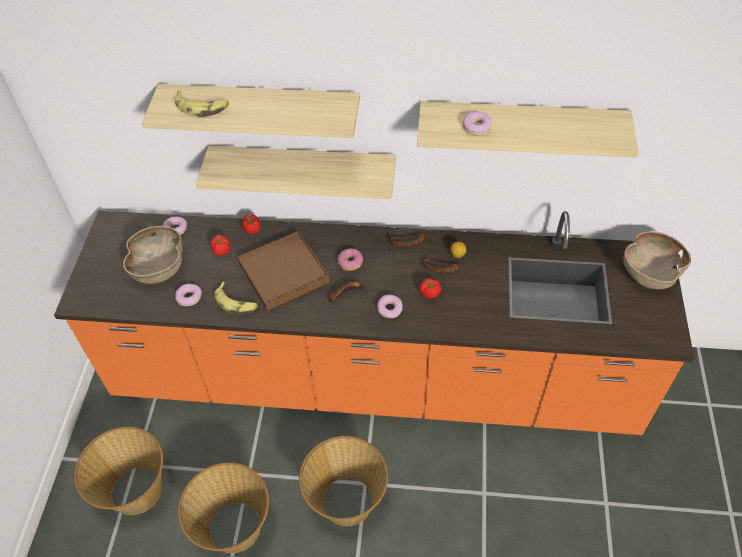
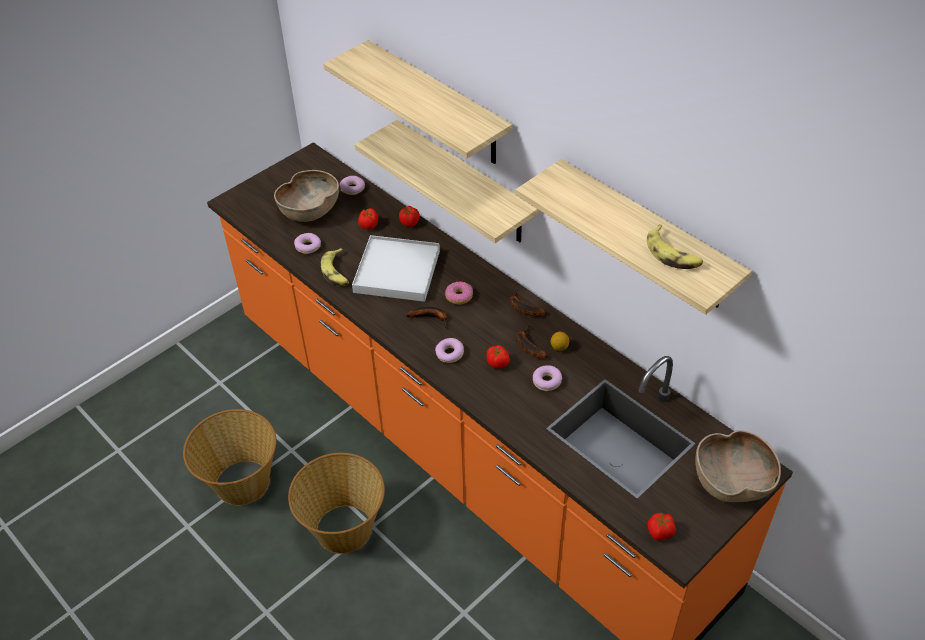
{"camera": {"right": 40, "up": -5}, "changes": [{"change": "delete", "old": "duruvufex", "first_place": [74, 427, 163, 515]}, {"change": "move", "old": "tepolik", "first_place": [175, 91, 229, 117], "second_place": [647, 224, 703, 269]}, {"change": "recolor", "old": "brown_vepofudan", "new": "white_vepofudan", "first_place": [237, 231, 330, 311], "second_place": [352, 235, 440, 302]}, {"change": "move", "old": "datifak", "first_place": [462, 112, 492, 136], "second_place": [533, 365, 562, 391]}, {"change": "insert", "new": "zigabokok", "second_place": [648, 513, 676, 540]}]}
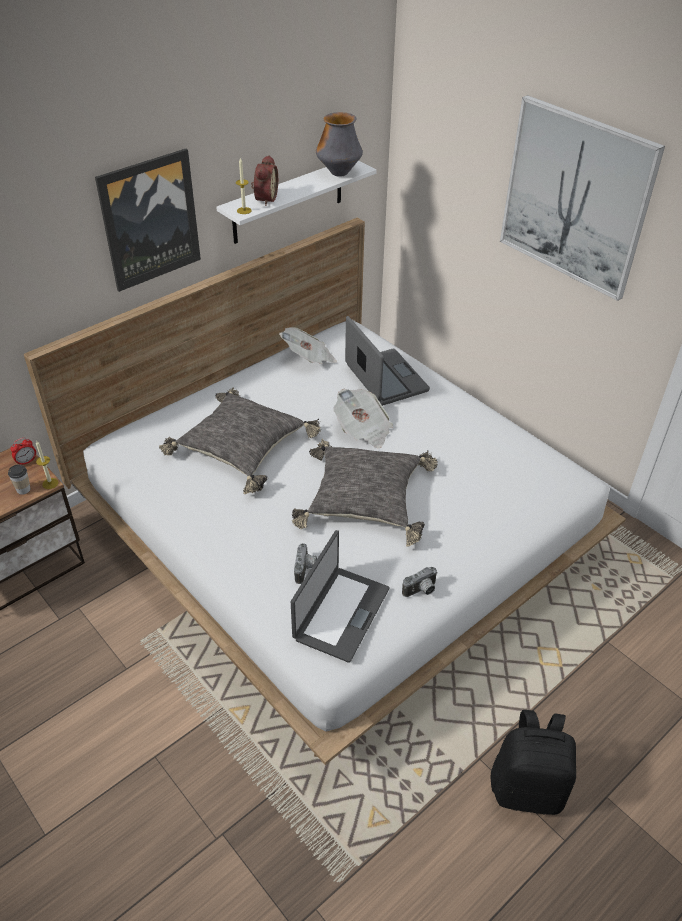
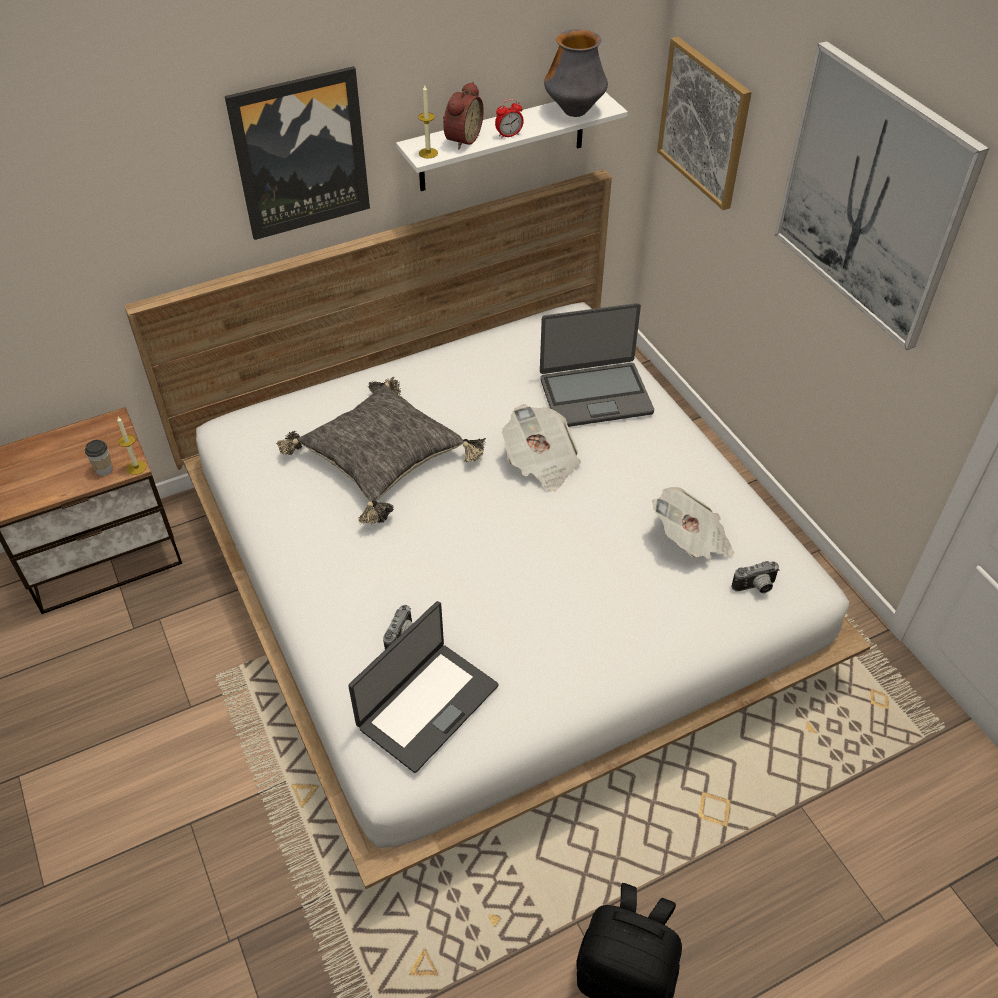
{"camera": {"right": 15, "up": 5}, "changes": [{"change": "move", "old": "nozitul", "first_place": [10, 438, 36, 465], "second_place": [495, 99, 524, 139]}, {"change": "move", "old": "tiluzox", "first_place": [279, 327, 337, 364], "second_place": [652, 487, 734, 559]}, {"change": "delete", "old": "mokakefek", "first_place": [291, 439, 438, 547]}, {"change": "rotate", "old": "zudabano", "first_place": [345, 316, 430, 406], "second_place": [540, 303, 654, 427], "degrees": 90}, {"change": "move", "old": "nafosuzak", "first_place": [402, 567, 438, 597], "second_place": [732, 561, 780, 593]}, {"change": "insert", "new": "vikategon", "second_place": [657, 37, 752, 210]}]}
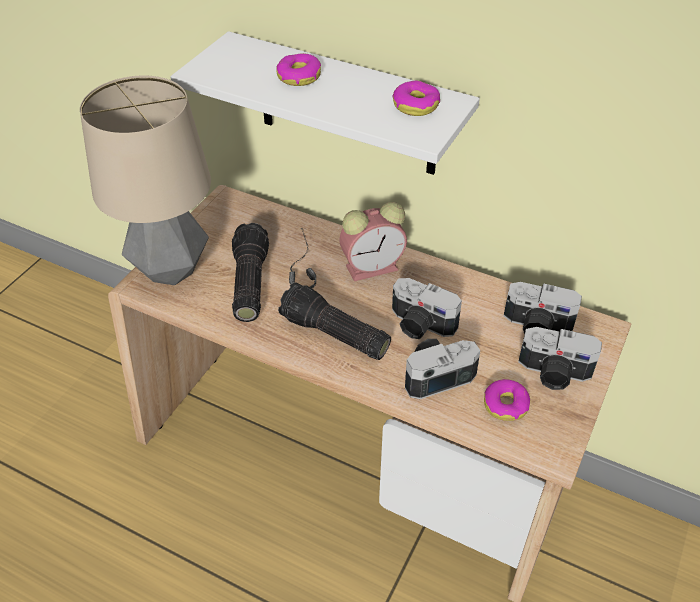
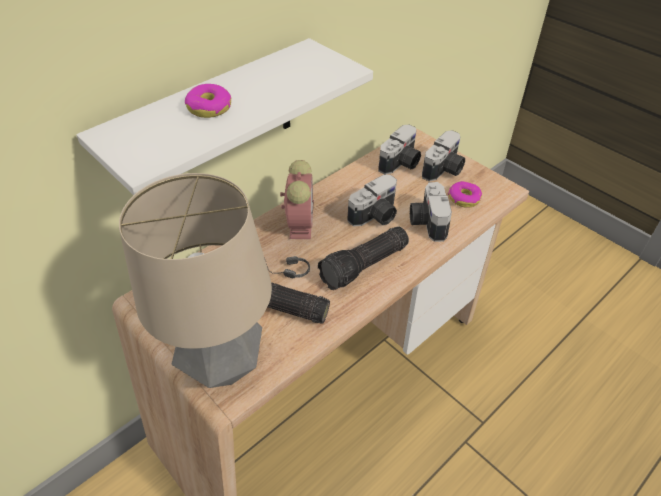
{"camera": {"right": -70, "up": 0}, "changes": [{"change": "delete", "old": "datifak", "first_place": [393, 81, 440, 116]}]}
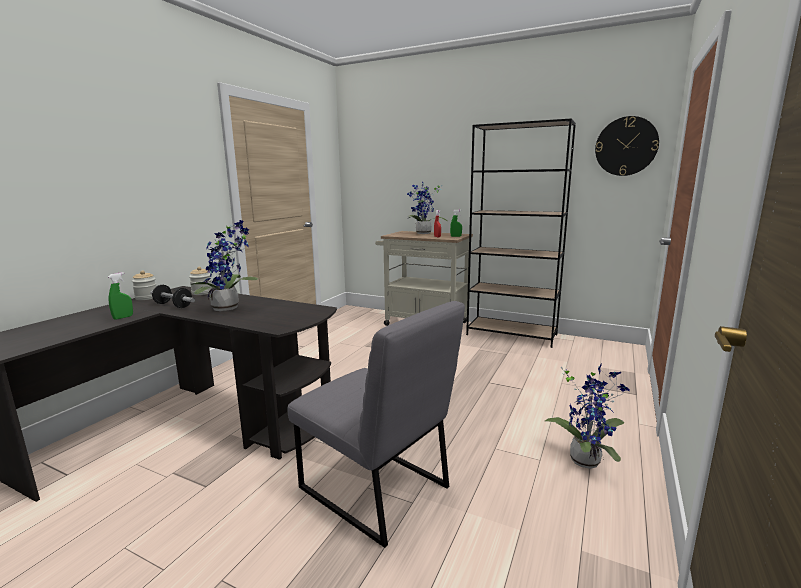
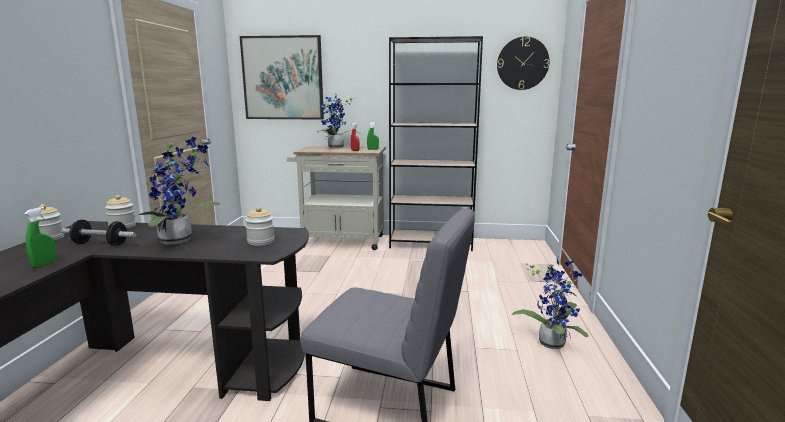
{"camera": {"right": -20, "up": 0}, "changes": [{"change": "insert", "new": "vikategon", "second_place": [240, 35, 324, 120]}, {"change": "insert", "new": "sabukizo", "second_place": [245, 207, 274, 246]}]}
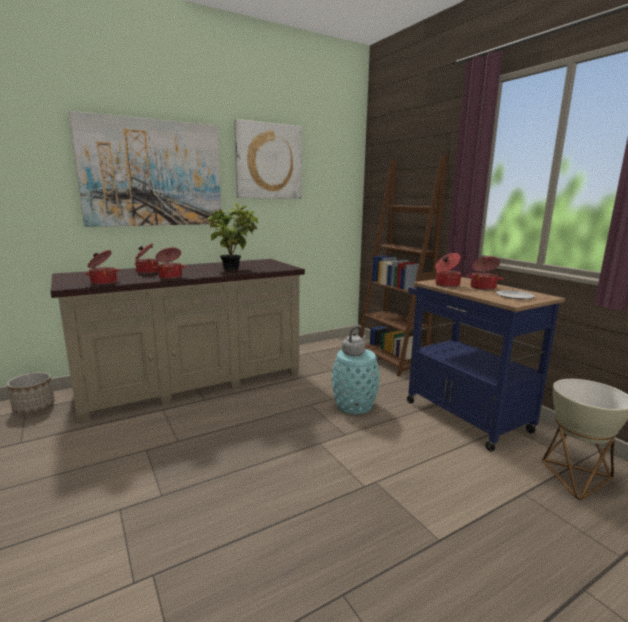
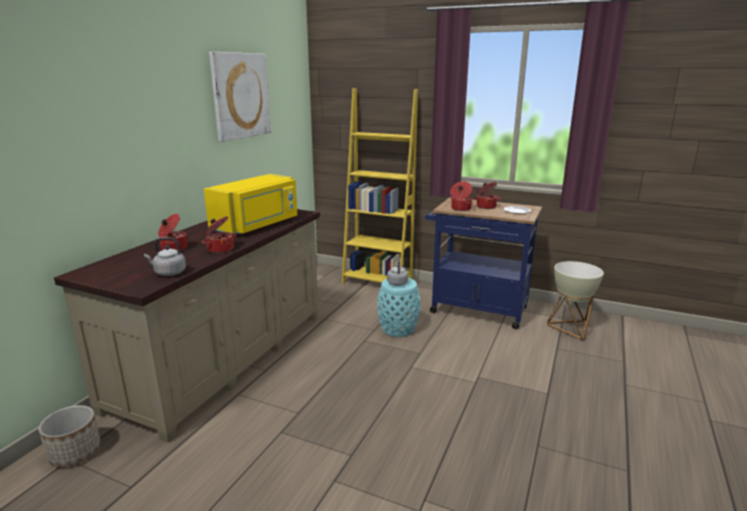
{"camera": {"right": -35, "up": 5}, "changes": [{"change": "delete", "old": "vikategon", "first_place": [69, 111, 221, 227]}, {"change": "replace", "old": "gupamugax", "new": "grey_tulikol", "first_place": [85, 250, 120, 285], "second_place": [144, 237, 186, 276]}, {"change": "replace", "old": "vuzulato", "new": "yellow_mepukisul", "first_place": [207, 203, 258, 270], "second_place": [204, 174, 297, 234]}, {"change": "recolor", "old": "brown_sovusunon", "new": "yellow_sovusunon", "first_place": [360, 155, 448, 376], "second_place": [342, 88, 418, 283]}]}
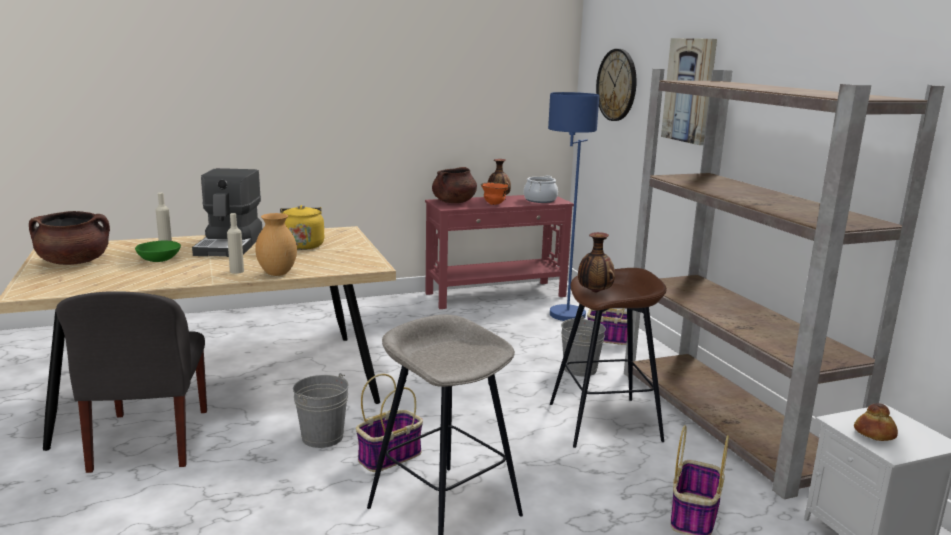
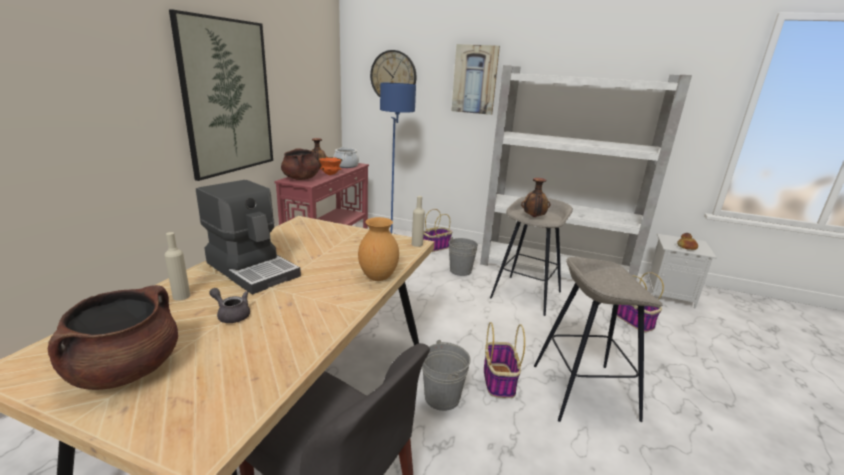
{"camera": {"right": -50, "up": 5}, "changes": [{"change": "replace", "old": "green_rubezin", "new": "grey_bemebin", "first_place": [135, 241, 181, 262], "second_place": [209, 288, 250, 323]}, {"change": "move", "old": "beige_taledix", "first_place": [227, 213, 244, 274], "second_place": [412, 196, 425, 247]}, {"change": "delete", "old": "yellow_tulikol", "first_place": [280, 205, 324, 250]}, {"change": "recolor", "old": "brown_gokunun", "new": "grey_gokunun", "first_place": [550, 268, 667, 448], "second_place": [490, 196, 573, 316]}, {"change": "recolor", "old": "brown_sovusunon", "new": "white_sovusunon", "first_place": [624, 69, 945, 499], "second_place": [480, 65, 692, 280]}, {"change": "insert", "new": "vikategon", "second_place": [169, 10, 273, 181]}]}
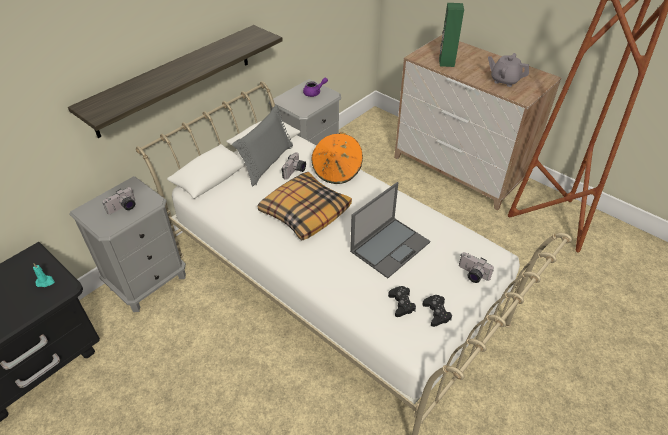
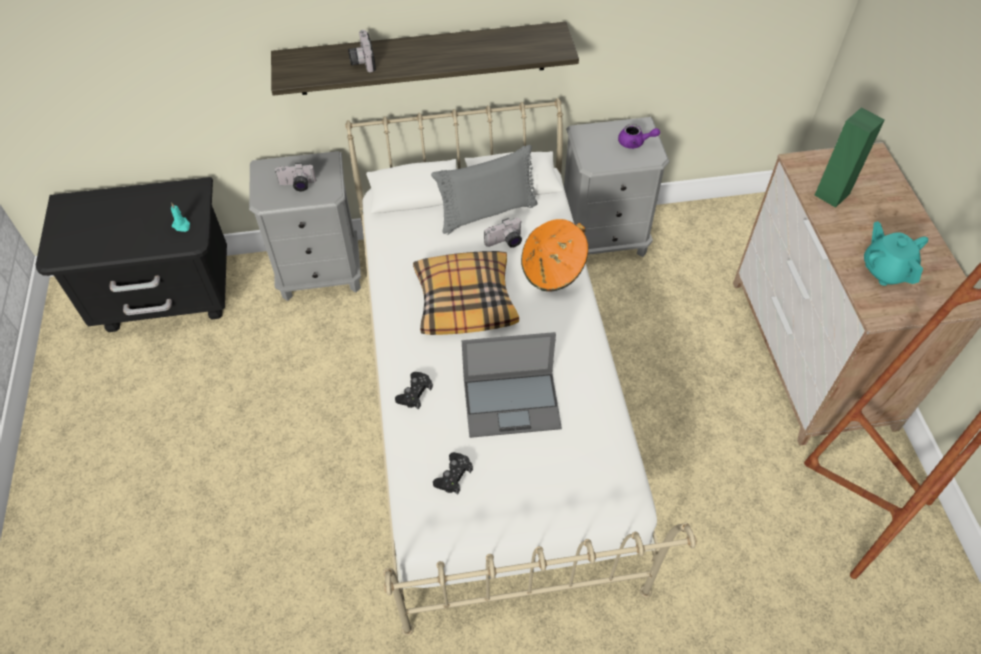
{"camera": {"right": 40, "up": 10}, "changes": [{"change": "move", "old": "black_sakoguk", "first_place": [422, 295, 452, 327], "second_place": [395, 372, 433, 410]}, {"change": "move", "old": "nafosuzak", "first_place": [459, 252, 494, 283], "second_place": [348, 30, 376, 72]}, {"change": "recolor", "old": "grey_bemebin", "new": "turquoise_bemebin", "first_place": [488, 53, 529, 87], "second_place": [864, 221, 928, 286]}]}
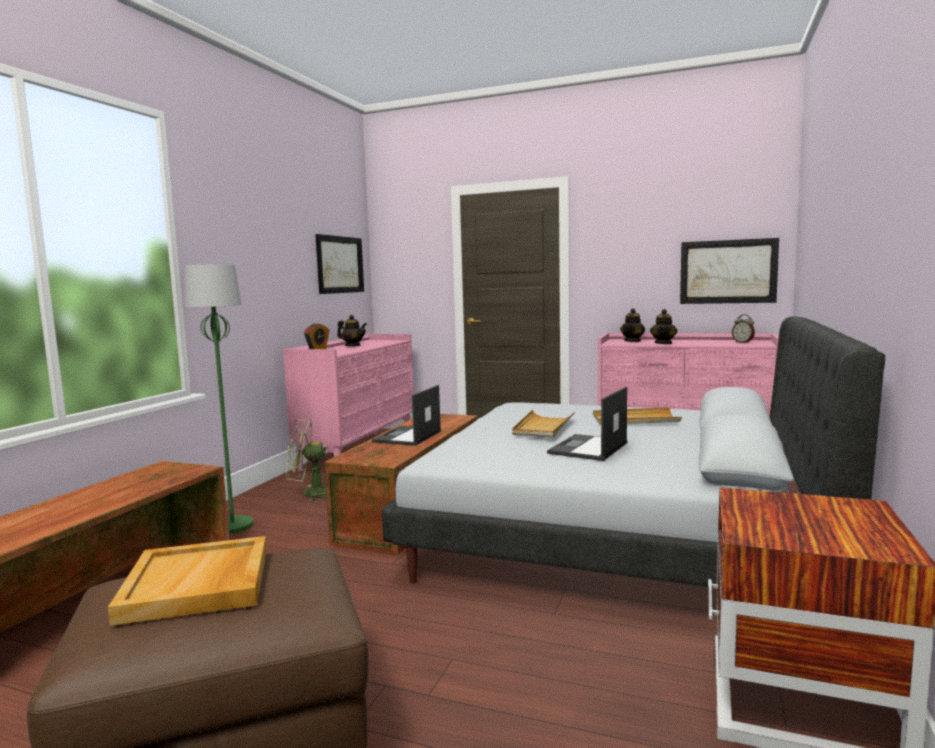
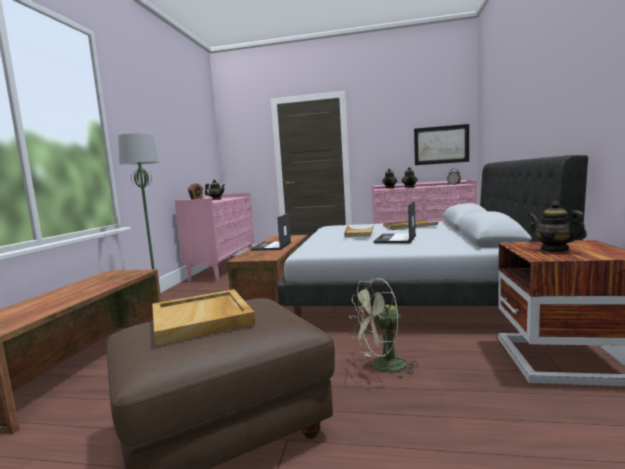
{"camera": {"right": -10, "up": 0}, "changes": [{"change": "move", "old": "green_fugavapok", "first_place": [286, 419, 327, 501], "second_place": [349, 278, 418, 379]}, {"change": "delete", "old": "vikategon", "first_place": [315, 234, 364, 294]}, {"change": "insert", "new": "bemebin", "second_place": [528, 201, 587, 252]}]}
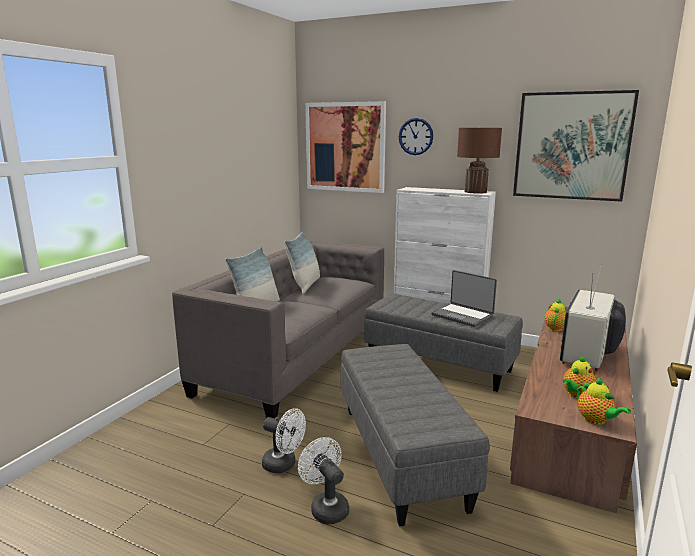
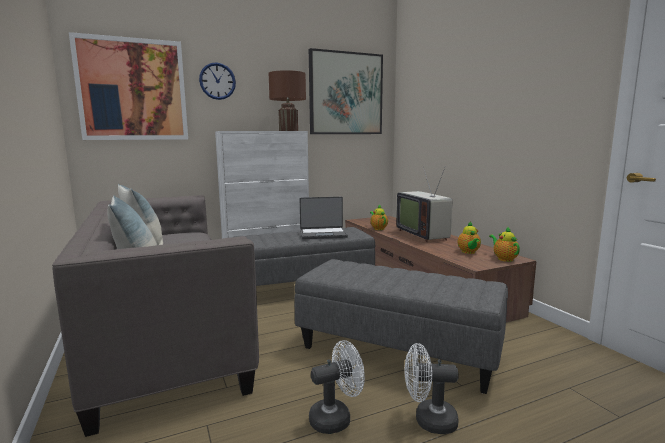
{"camera": {"right": -50, "up": -5}, "changes": [{"change": "rotate", "old": "bemebin", "first_place": [576, 378, 631, 425], "second_place": [489, 227, 520, 262], "degrees": -120}]}
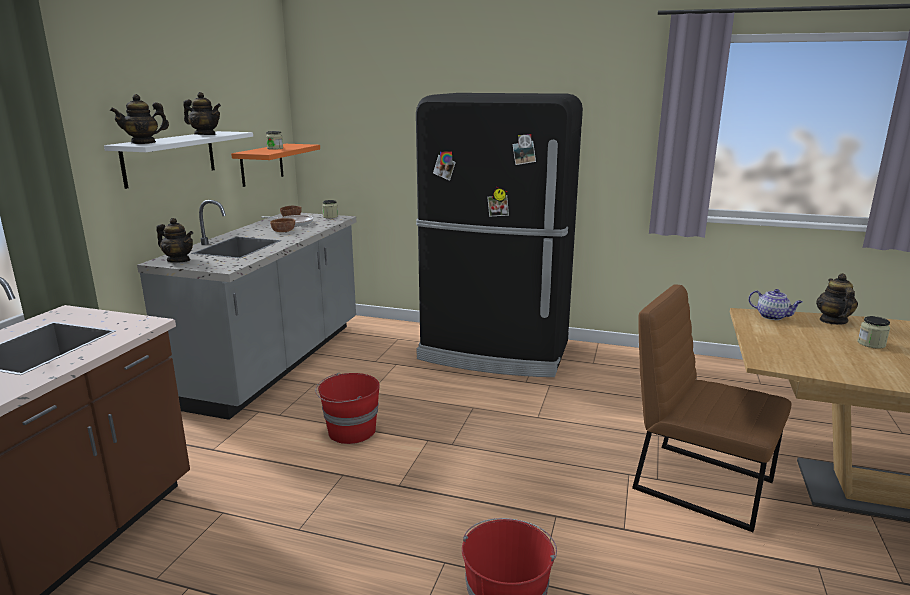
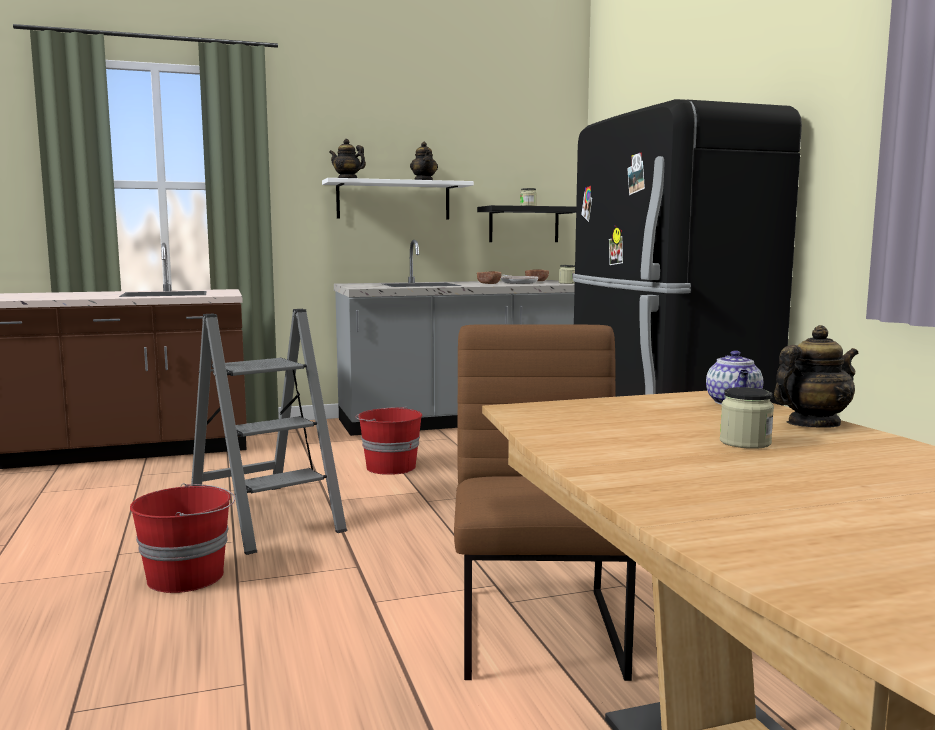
{"camera": {"right": 55, "up": -10}, "changes": [{"change": "delete", "old": "bemebin", "first_place": [156, 218, 193, 263]}, {"change": "recolor", "old": "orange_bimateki", "new": "black_bimateki", "first_place": [231, 144, 320, 187], "second_place": [477, 205, 576, 242]}, {"change": "insert", "new": "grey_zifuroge", "second_place": [191, 309, 348, 555]}]}
